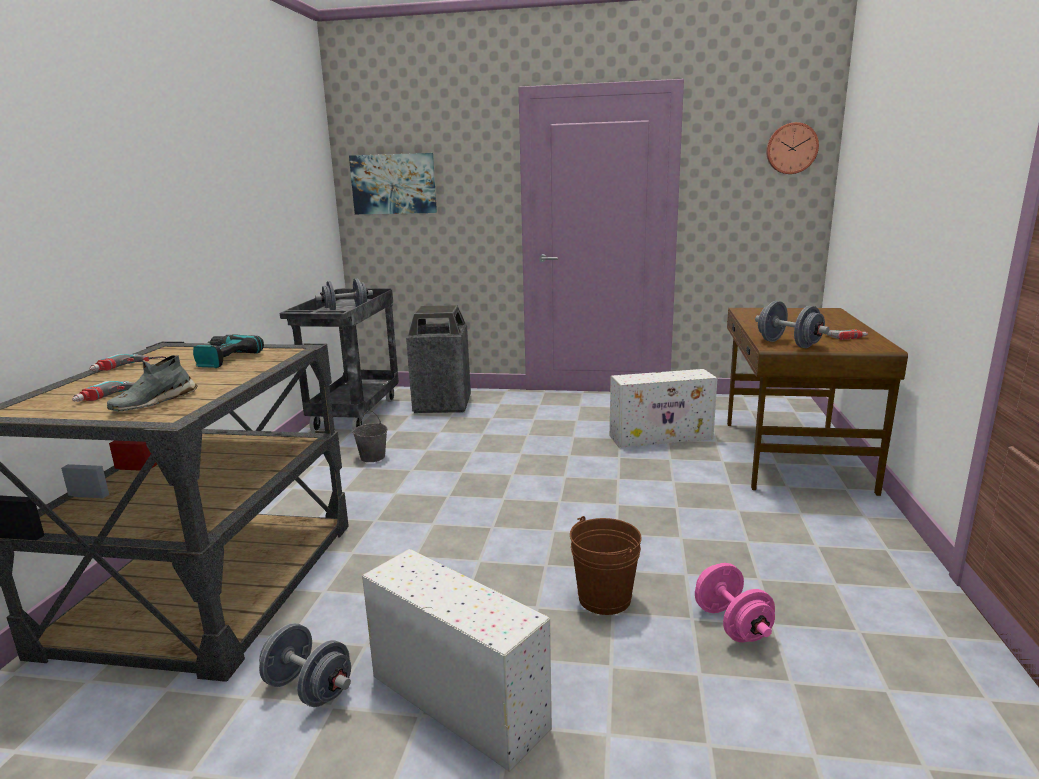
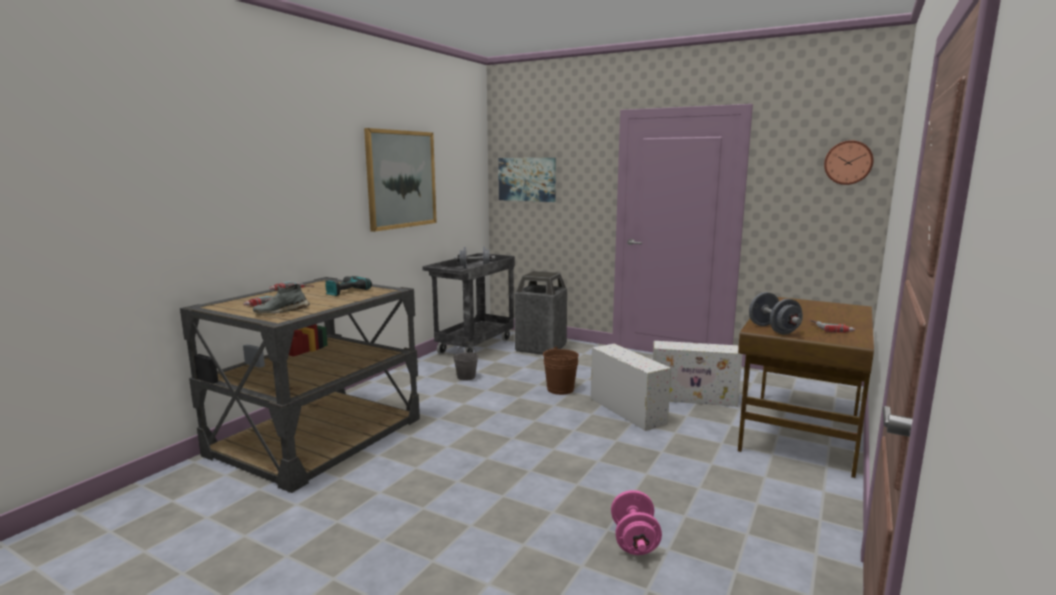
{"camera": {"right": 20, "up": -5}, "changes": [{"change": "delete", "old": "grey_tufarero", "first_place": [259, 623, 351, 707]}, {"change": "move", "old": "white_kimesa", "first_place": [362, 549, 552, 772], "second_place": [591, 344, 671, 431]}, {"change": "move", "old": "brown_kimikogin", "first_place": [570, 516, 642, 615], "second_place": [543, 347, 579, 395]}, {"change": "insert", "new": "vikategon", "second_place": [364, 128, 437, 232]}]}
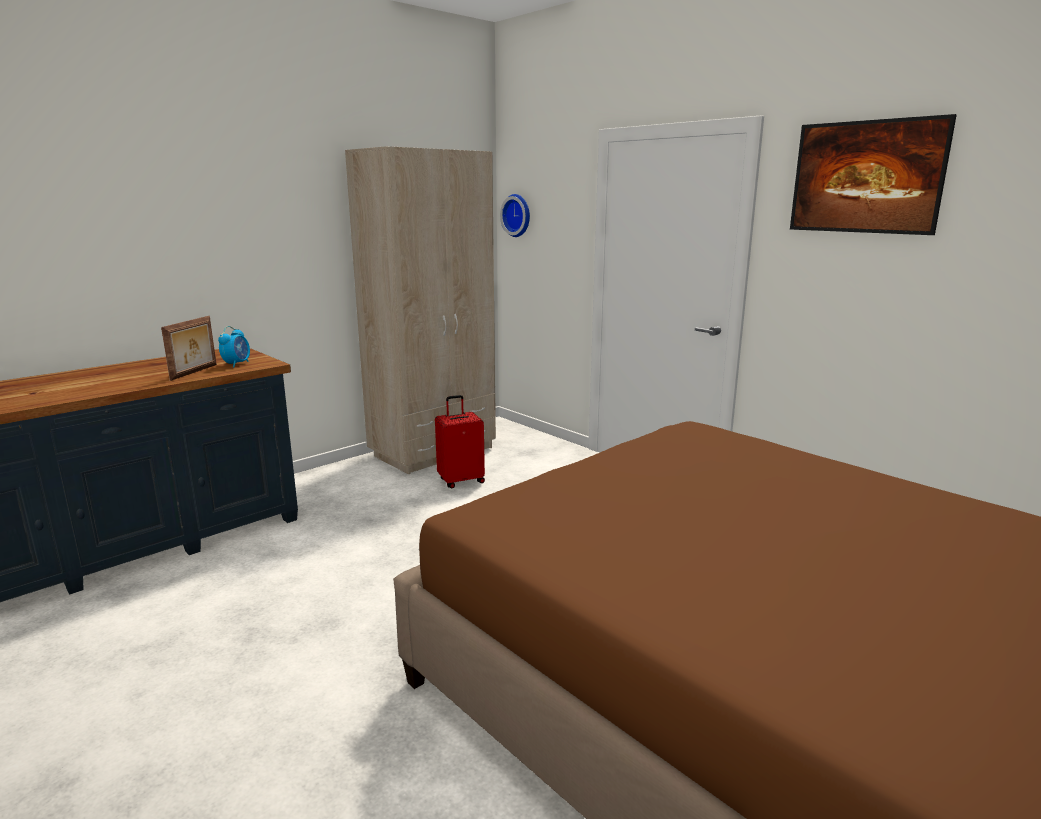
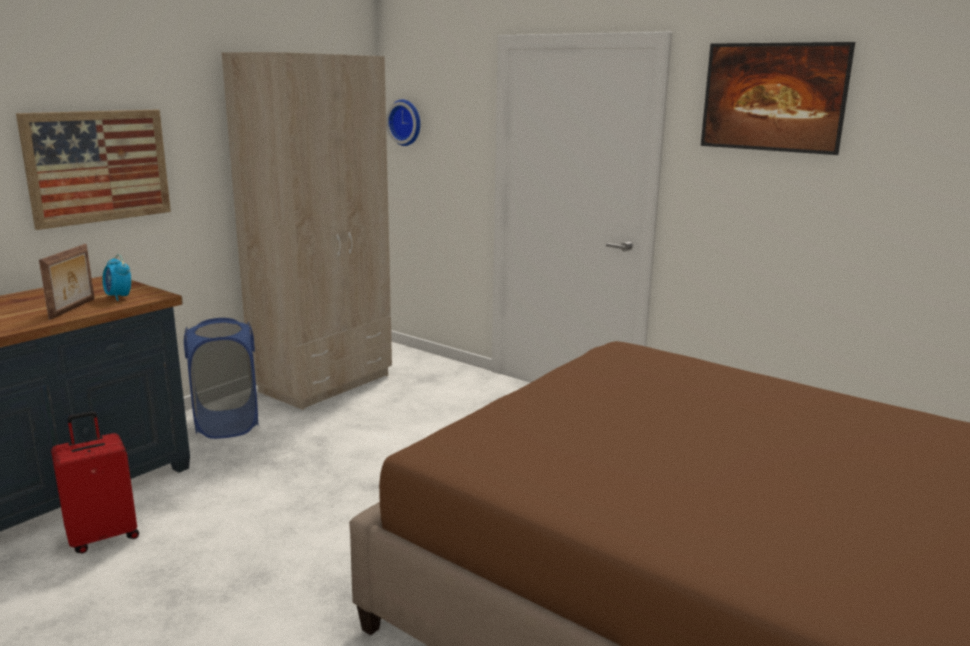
{"camera": {"right": -10, "up": 0}, "changes": [{"change": "rotate", "old": "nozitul", "first_place": [218, 326, 250, 367], "second_place": [102, 254, 131, 301], "degrees": 135}, {"change": "move", "old": "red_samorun", "first_place": [435, 395, 485, 488], "second_place": [51, 411, 139, 554]}, {"change": "insert", "new": "vikategon", "second_place": [16, 110, 171, 230]}, {"change": "insert", "new": "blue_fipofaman", "second_place": [184, 318, 258, 439]}]}
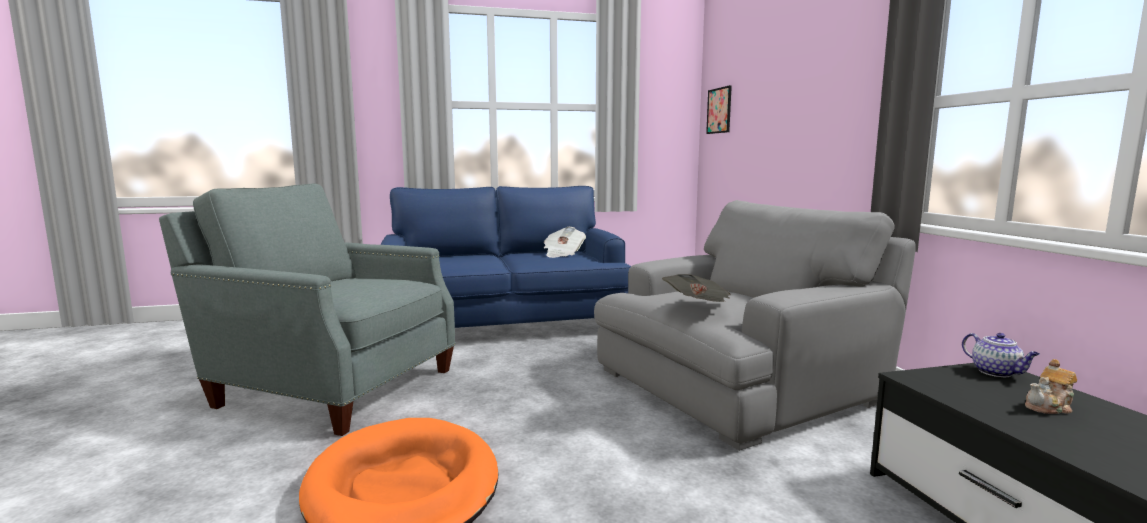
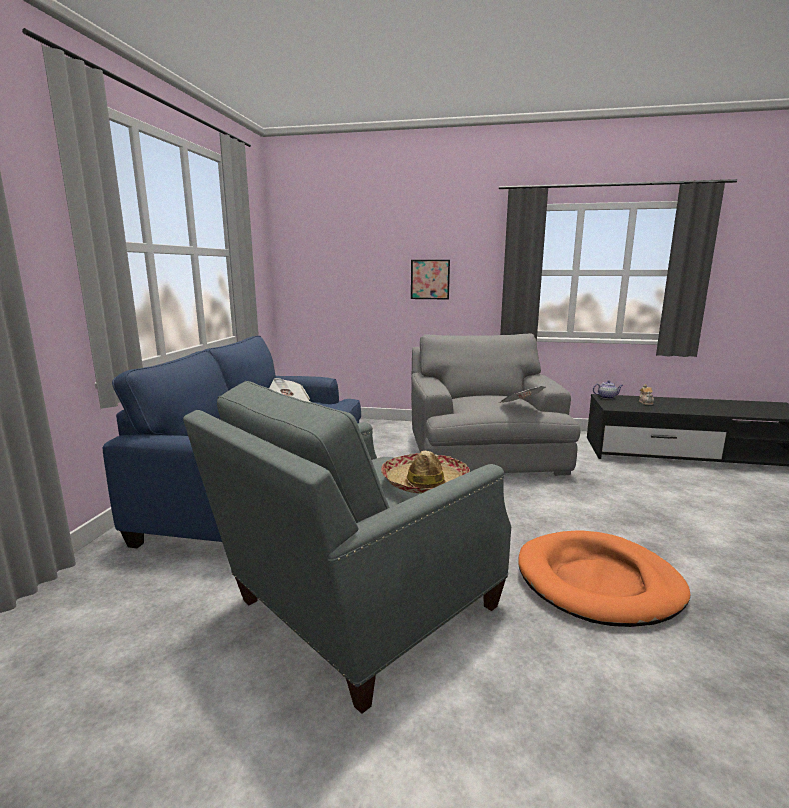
{"camera": {"right": -65, "up": 5}, "changes": [{"change": "move", "old": "vikategon", "first_place": [706, 85, 732, 134], "second_place": [411, 260, 450, 300]}, {"change": "insert", "new": "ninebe", "second_place": [381, 451, 470, 494]}]}
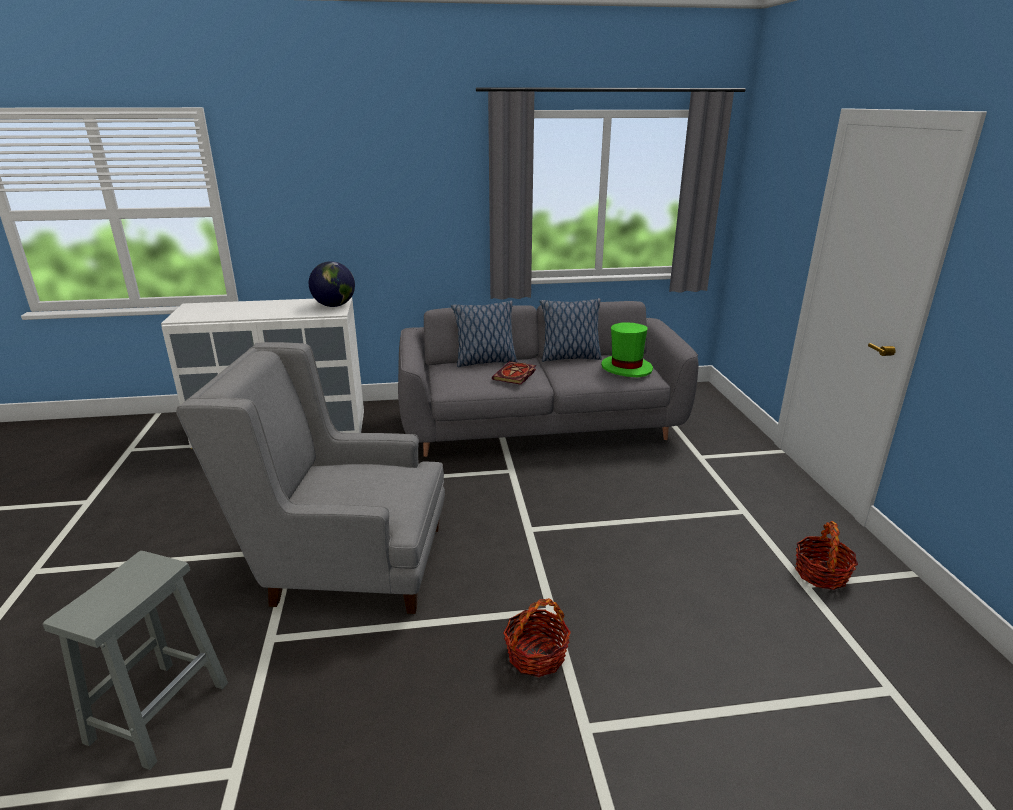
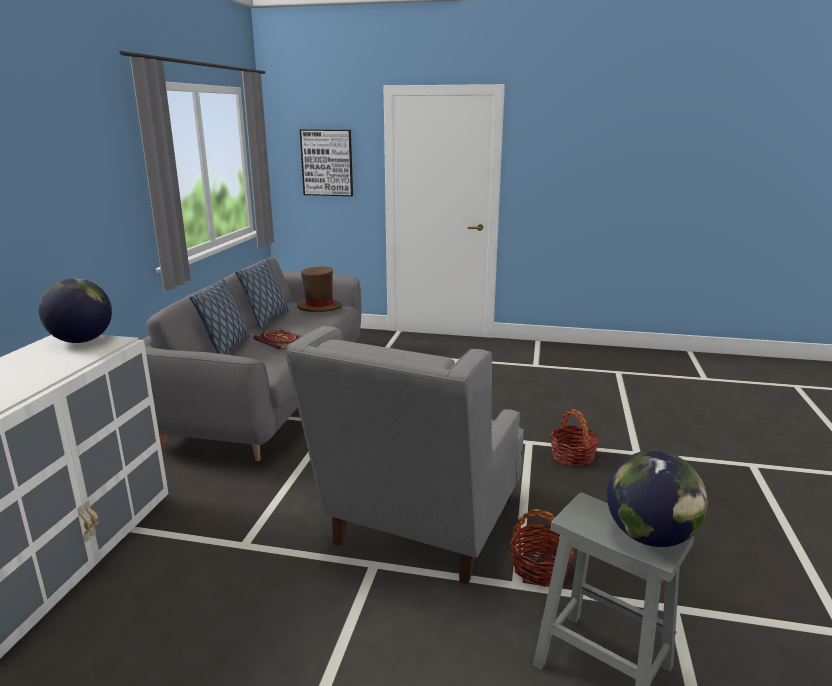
{"camera": {"right": -70, "up": -5}, "changes": [{"change": "recolor", "old": "green_ninebe", "new": "brown_ninebe", "first_place": [601, 323, 653, 377], "second_place": [297, 267, 342, 312]}, {"change": "move", "old": "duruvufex", "first_place": [795, 521, 858, 590], "second_place": [510, 509, 574, 587]}, {"change": "insert", "new": "vikategon", "second_place": [300, 130, 353, 196]}, {"change": "insert", "new": "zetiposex", "second_place": [607, 450, 708, 547]}]}
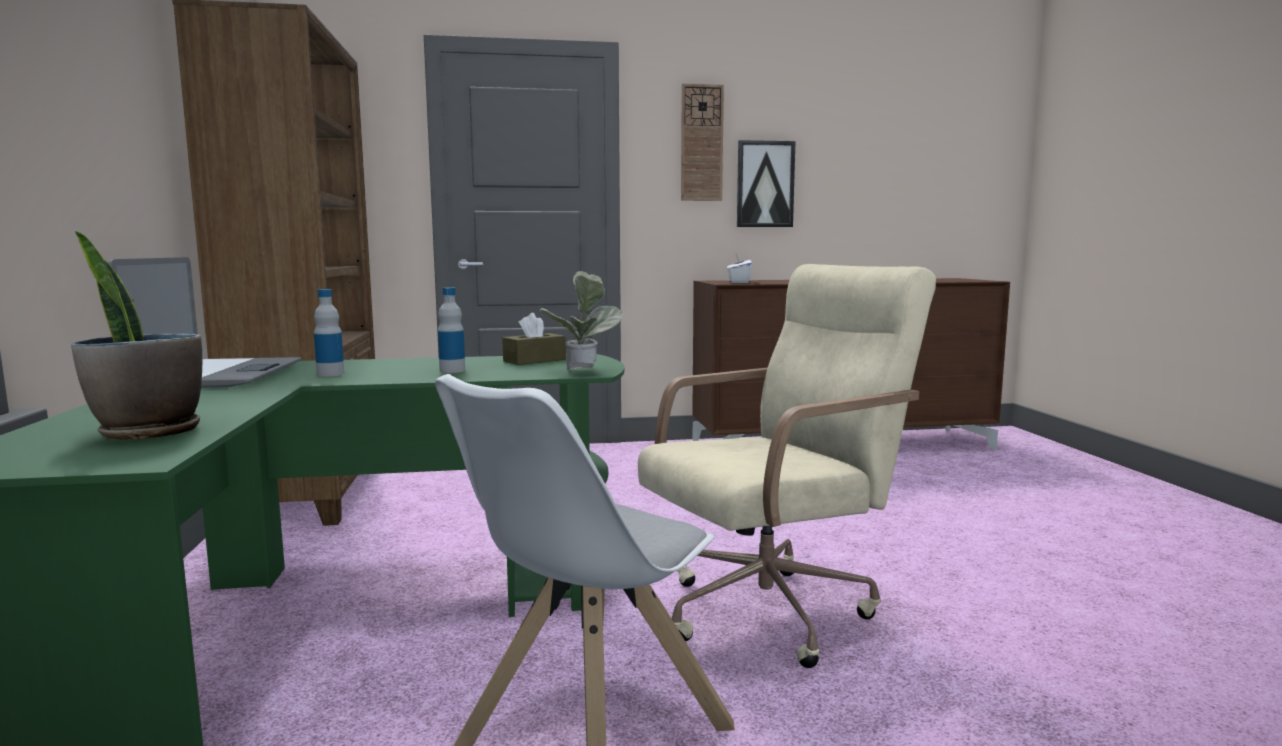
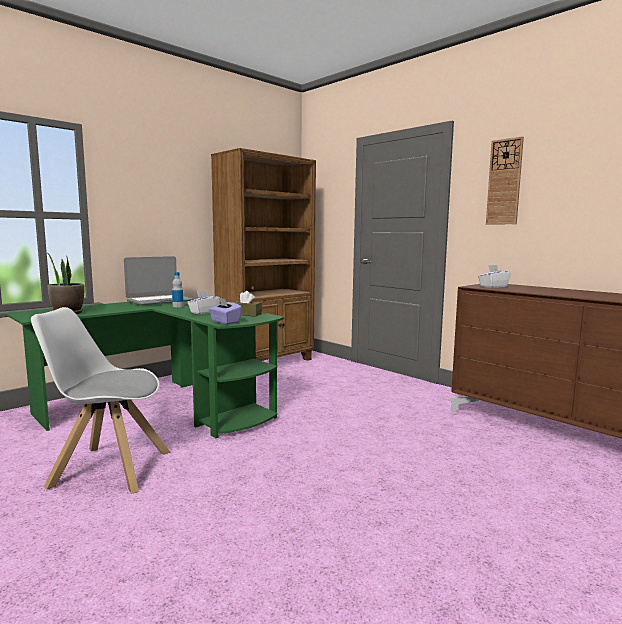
{"camera": {"right": 55, "up": 0}, "changes": [{"change": "replace", "old": "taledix", "new": "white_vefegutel", "first_place": [438, 287, 465, 373], "second_place": [187, 290, 220, 314]}, {"change": "replace", "old": "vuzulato", "new": "purple_vefegutel", "first_place": [539, 271, 623, 370], "second_place": [209, 298, 242, 324]}, {"change": "delete", "old": "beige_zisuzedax", "first_place": [638, 264, 936, 668]}, {"change": "delete", "old": "vikategon", "first_place": [737, 140, 795, 227]}]}
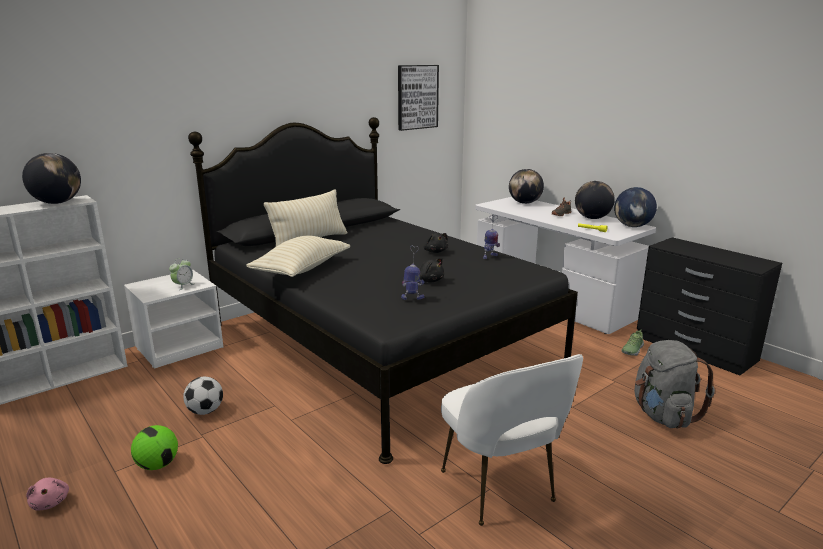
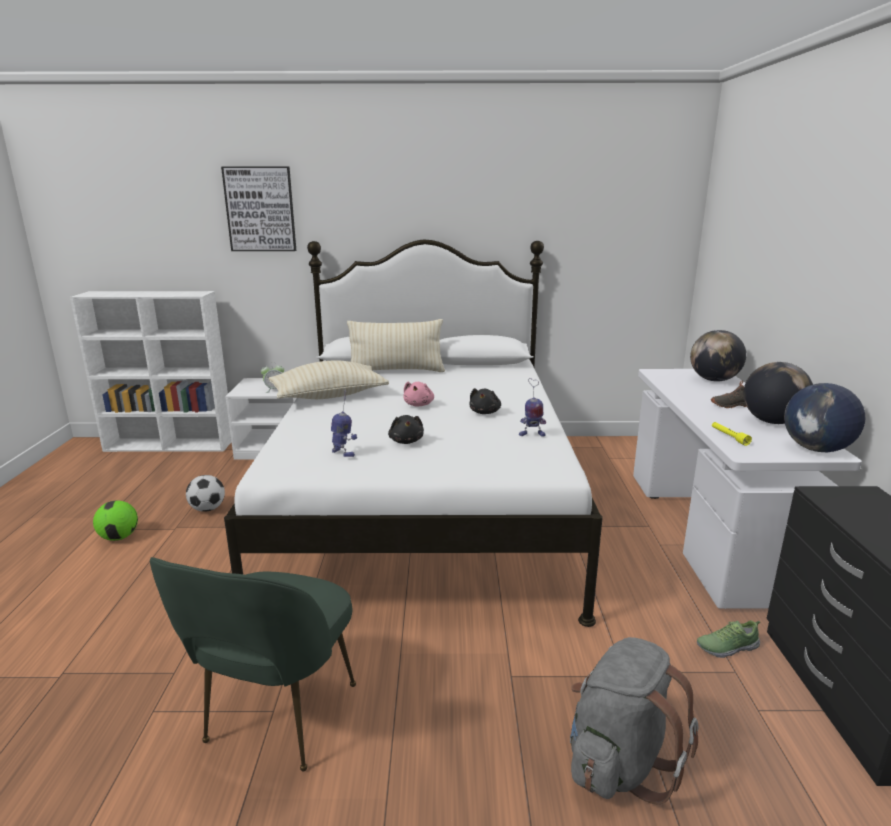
{"camera": {"right": 40, "up": 0}, "changes": [{"change": "delete", "old": "zetiposex", "first_place": [22, 153, 81, 204]}, {"change": "move", "old": "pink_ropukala", "first_place": [26, 478, 69, 511], "second_place": [403, 382, 434, 406]}, {"change": "recolor", "old": "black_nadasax", "new": "white_nadasax", "first_place": [188, 117, 578, 464], "second_place": [224, 240, 603, 627]}, {"change": "move", "old": "vikategon", "first_place": [398, 65, 439, 131], "second_place": [221, 166, 296, 251]}, {"change": "recolor", "old": "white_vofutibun", "new": "green_vofutibun", "first_place": [441, 354, 583, 526], "second_place": [150, 557, 356, 771]}]}
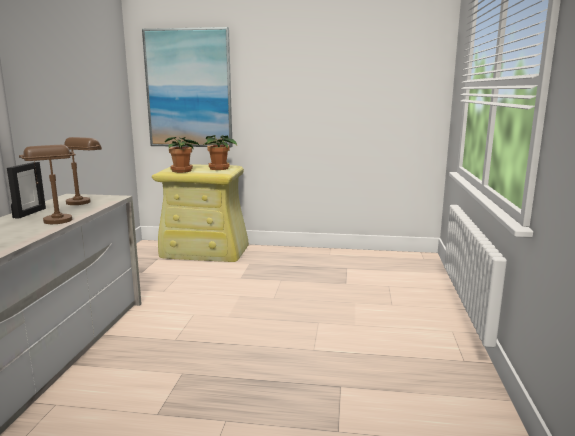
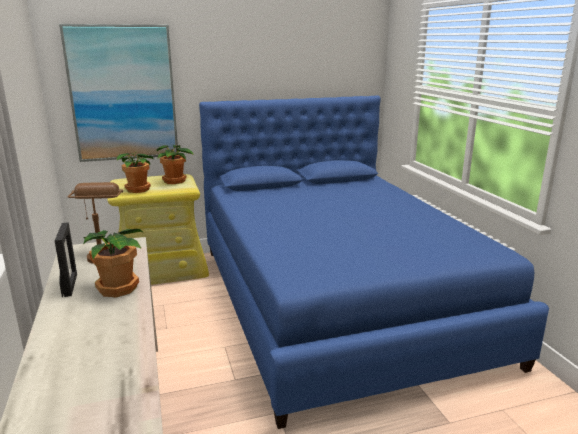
{"camera": {"right": -25, "up": 5}, "changes": [{"change": "replace", "old": "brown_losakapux", "new": "vuzulato", "first_place": [19, 145, 76, 224], "second_place": [83, 229, 144, 298]}, {"change": "insert", "new": "blue_nadasax", "second_place": [199, 96, 549, 429]}]}
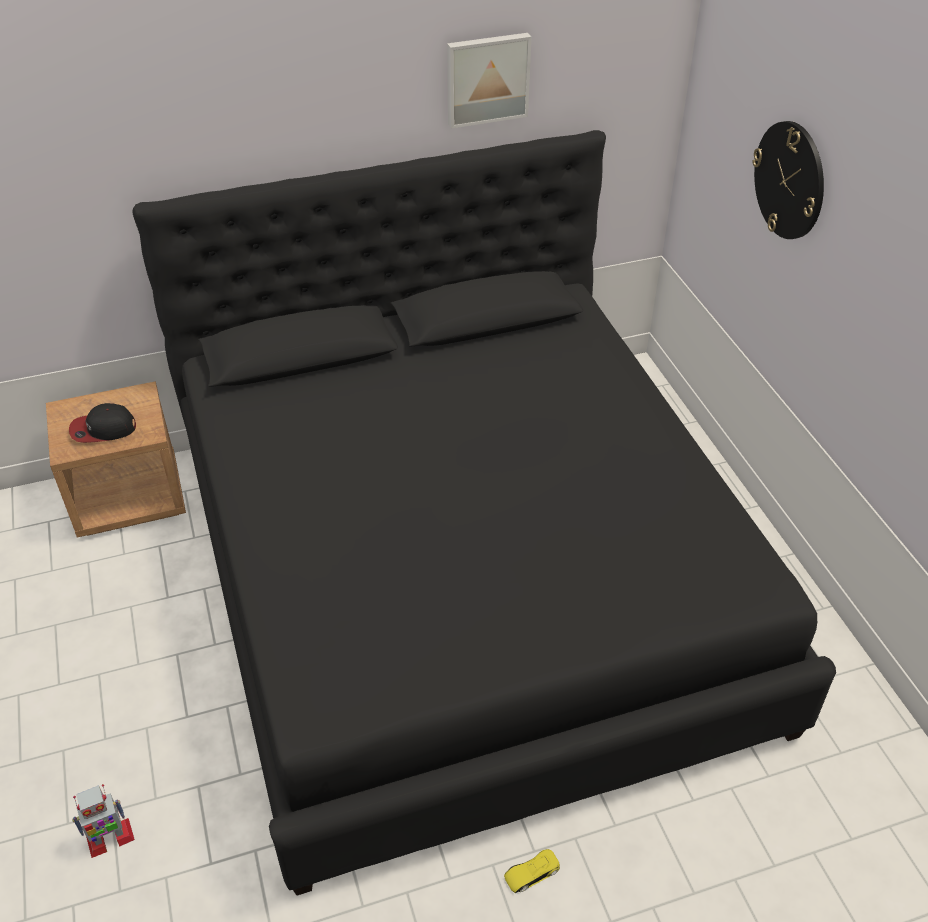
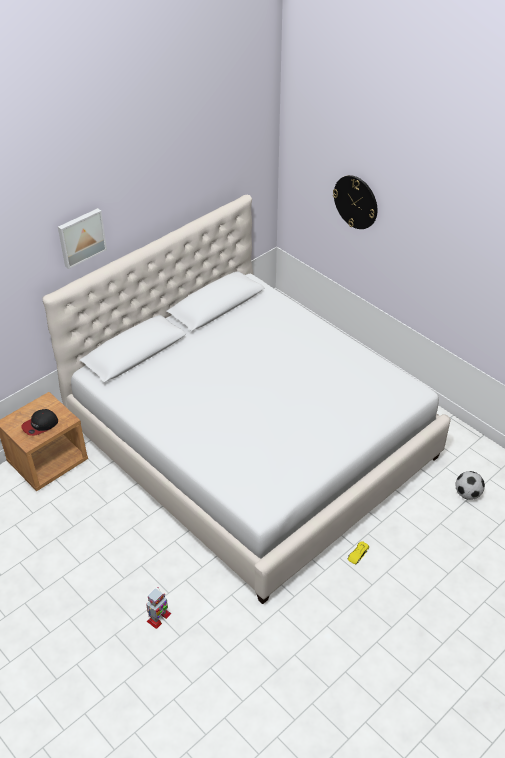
{"camera": {"right": -25, "up": 0}, "changes": [{"change": "recolor", "old": "black_nadasax", "new": "white_nadasax", "first_place": [132, 130, 836, 896], "second_place": [42, 195, 451, 604]}, {"change": "move", "old": "vikategon", "first_place": [447, 33, 531, 129], "second_place": [58, 208, 107, 269]}, {"change": "insert", "new": "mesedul", "second_place": [455, 471, 485, 500]}]}
